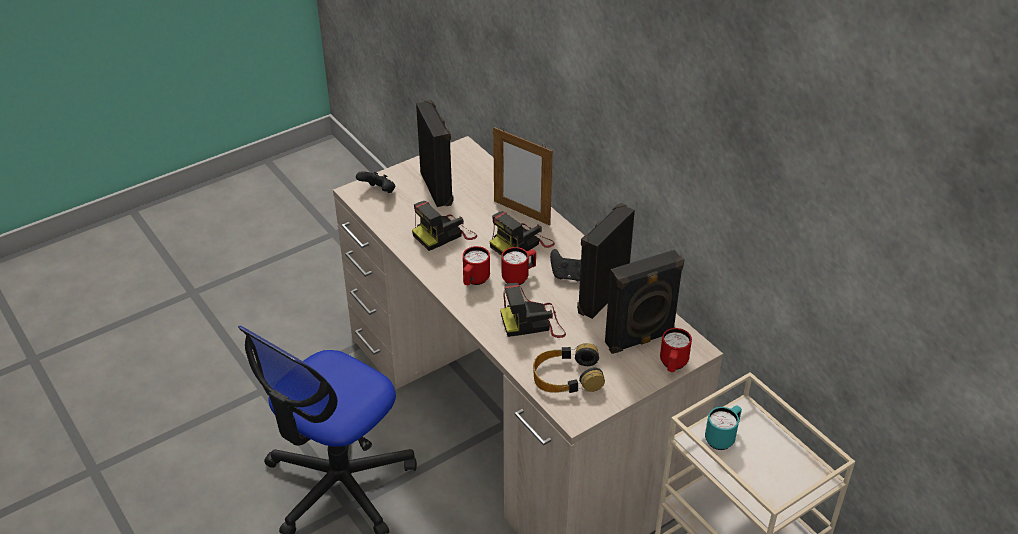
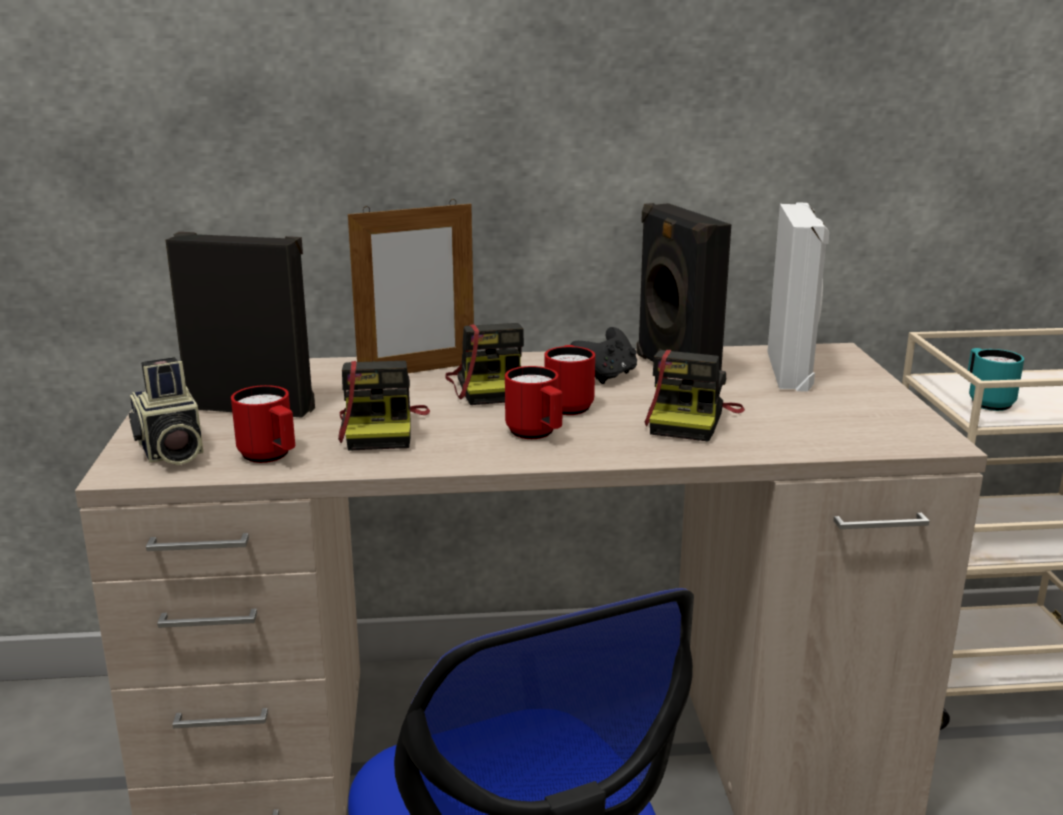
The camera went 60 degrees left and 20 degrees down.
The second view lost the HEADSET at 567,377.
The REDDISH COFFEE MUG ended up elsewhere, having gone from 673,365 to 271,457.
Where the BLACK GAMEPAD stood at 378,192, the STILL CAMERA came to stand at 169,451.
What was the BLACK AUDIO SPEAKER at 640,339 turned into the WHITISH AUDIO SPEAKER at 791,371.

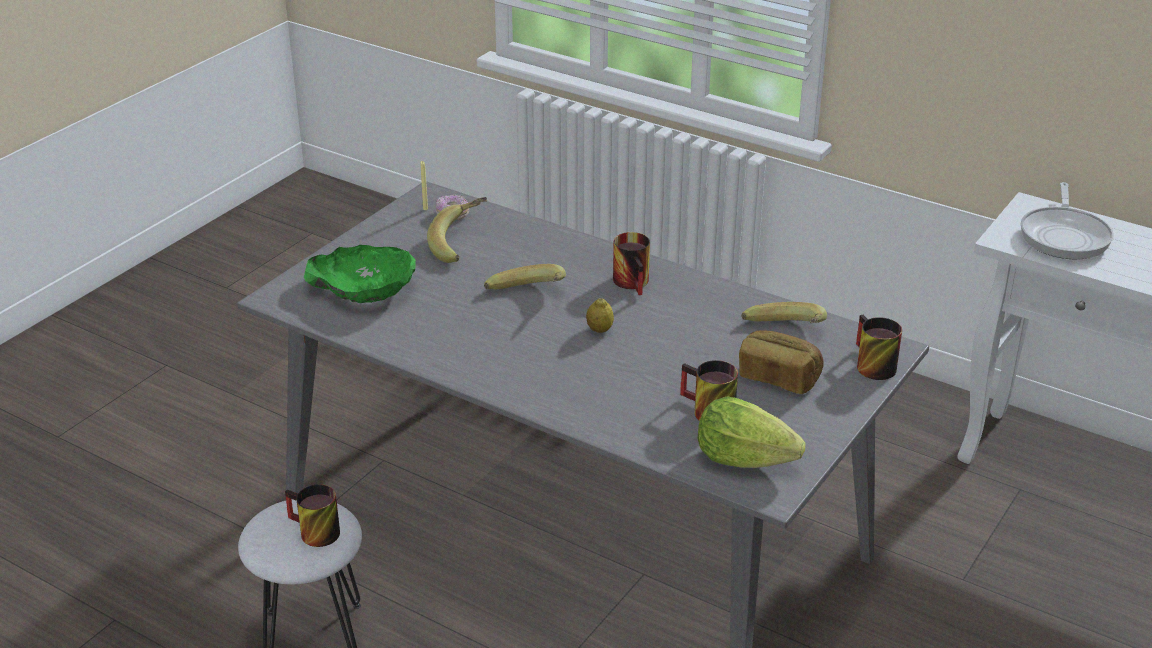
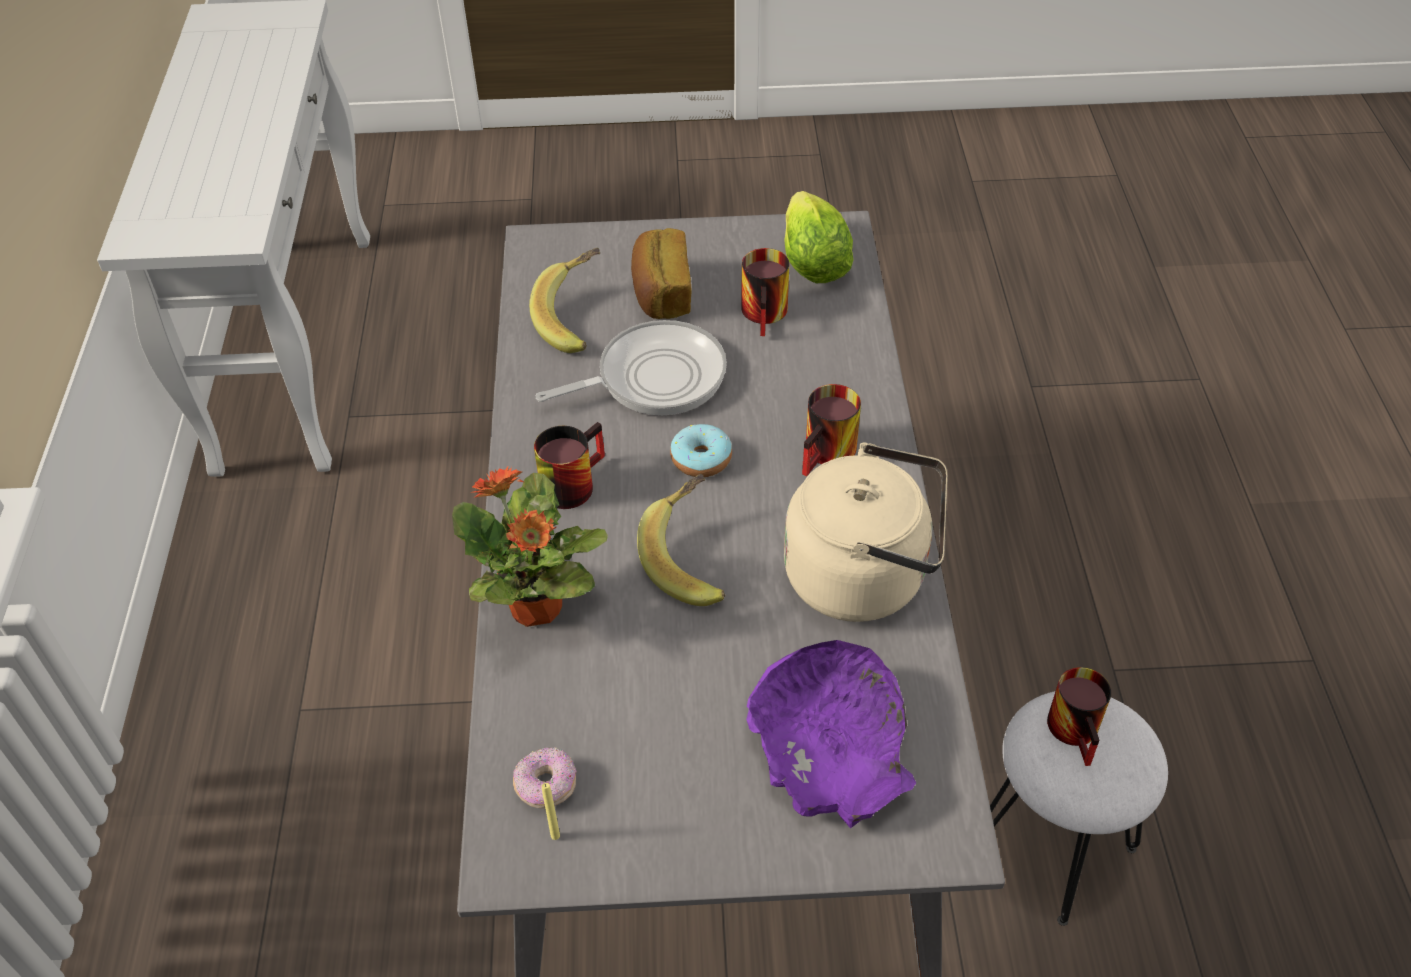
The camera went 125 degrees left and 15 degrees up.
The second view lost the WHOLE BANANA at 462,245.
The second view gained the POTTED PLANT at 536,609.
The second view gained the SAND-COLOURED TEA KETTLE at 864,576.
The COFFEE MUG ended up elsewhere, having gone from 869,365 to 830,455.
The SKILLET ended up elsewhere, having gone from 1065,236 to 653,378.
Where the LEMON stood at 599,330, the RING DOUGHNUT came to stand at 701,459.
What was the GREEN BOWL at 364,288 turned into the PURPLISH BOWL at 831,747.

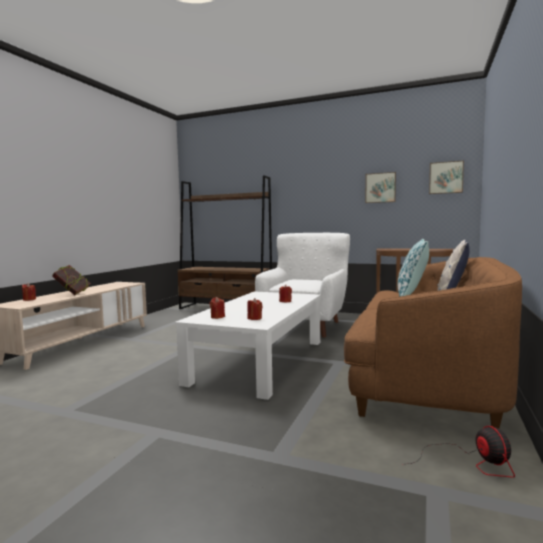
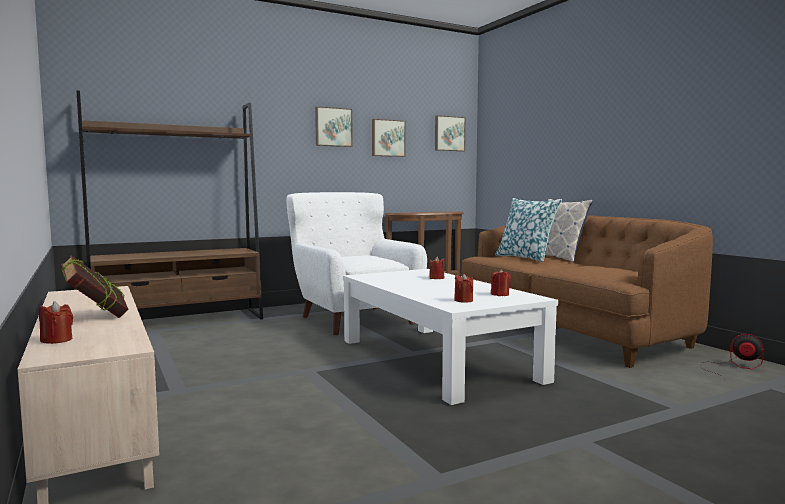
The camera went 50 degrees left and 0 degrees up.
The second view gained the WALL PICTURE at 333,127.

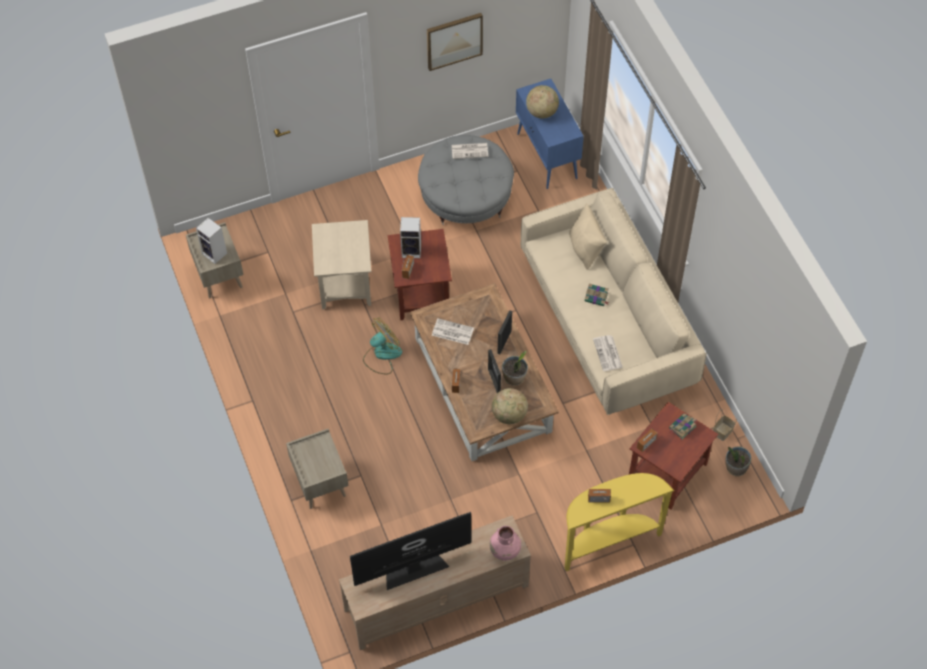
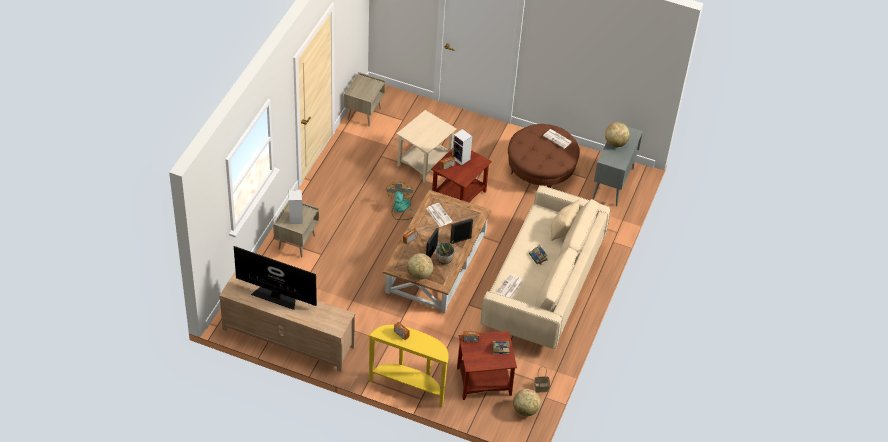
The camera went 40 degrees right and 10 degrees down.
The second view lost the WALL PICTURE at 454,40.
The second view lost the PINKISH FLOWER VASE at 505,550.
The AUDIO SPEAKER ended up elsewhere, having gone from 215,254 to 296,219.
Where the POTTED PLANT stood at 735,468, the DESK GLOBE came to stand at 525,410.
What was the GREY POUFFE at 466,197 turned into the BROWNISH POUFFE at 541,170.
What was the BLUISH CUPBOARD at 547,157 turned into the GREY CUPBOARD at 613,183.
The COOLING FAN at 382,355 ended up facing another way, 90 degrees counterclockwise from before.

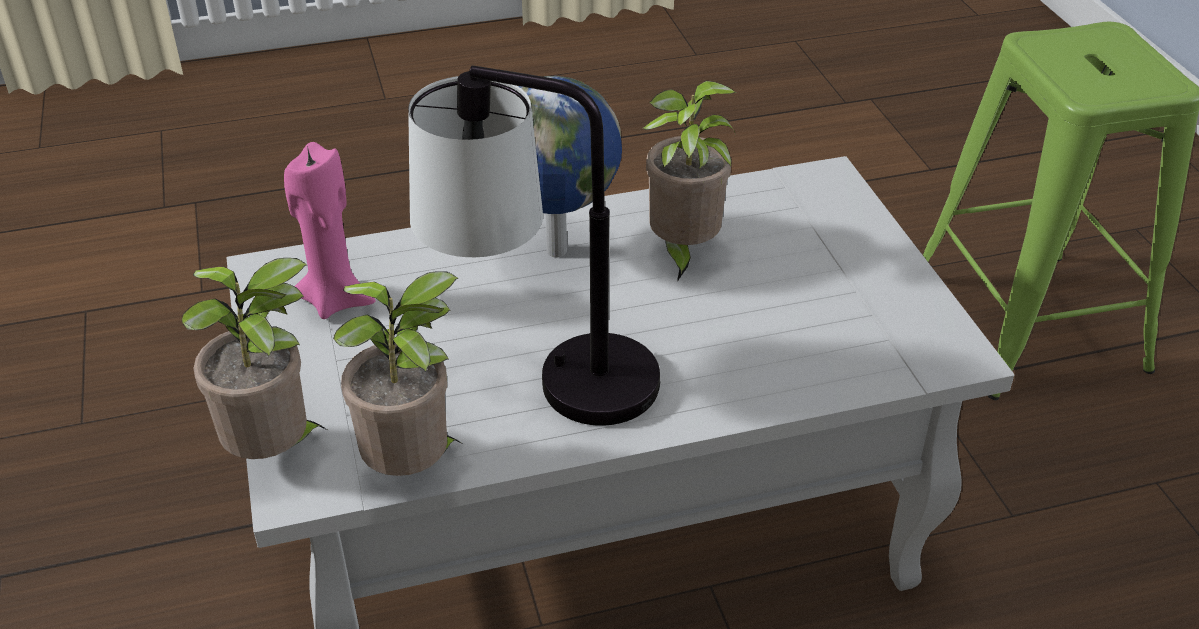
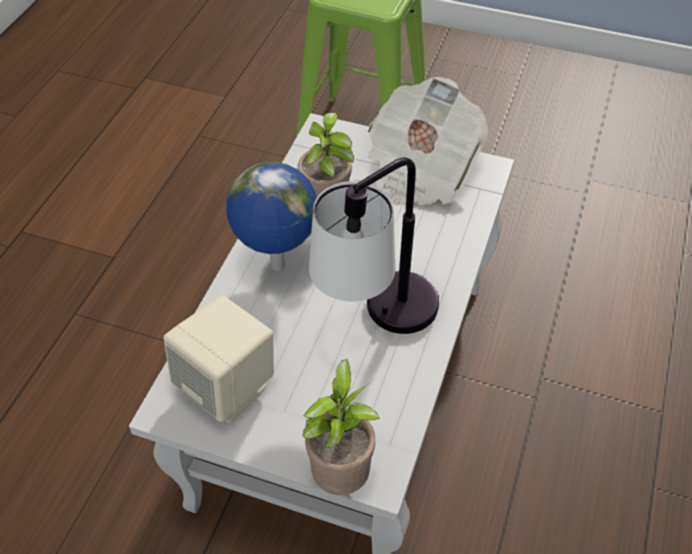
The camera went 55 degrees left and 10 degrees up.
The second view lost the POTTED PLANT at 414,468.
The second view gained the NEWSPAPER at 419,169.
Where the PINKISH CANDLE stood at 335,299, the SAND-COLOURED AUDIO SPEAKER came to stand at 228,387.

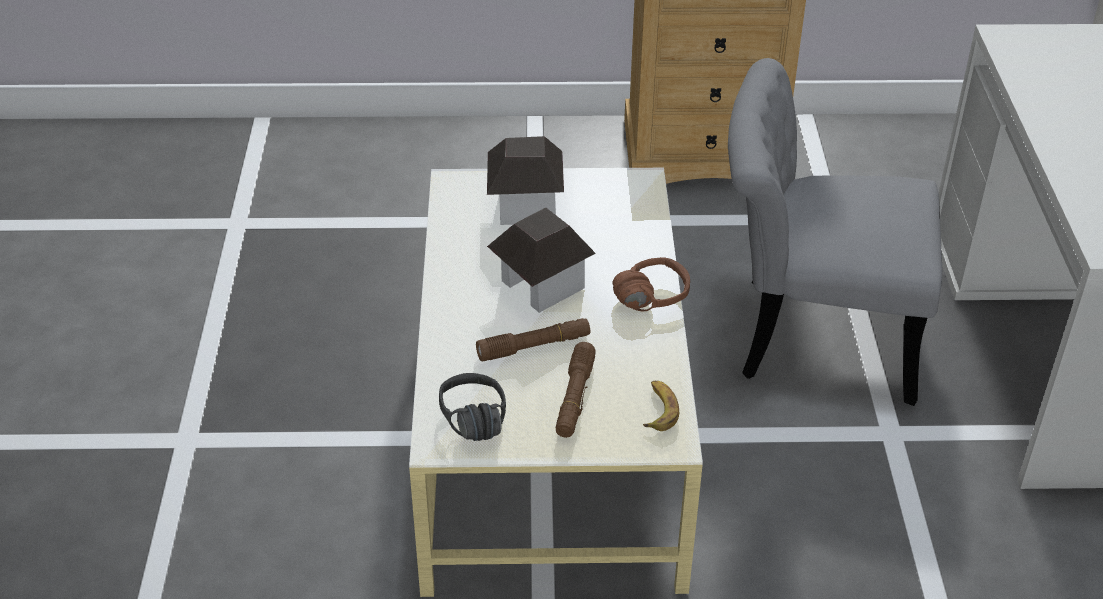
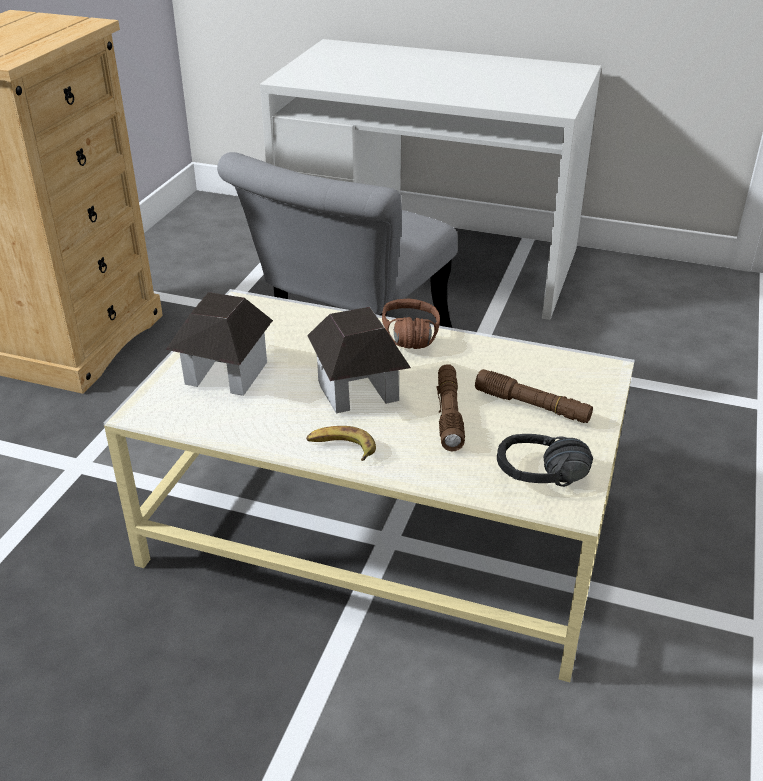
The camera went 70 degrees left and 5 degrees down.
The WHOLE BANANA ended up elsewhere, having gone from 659,409 to 341,448.

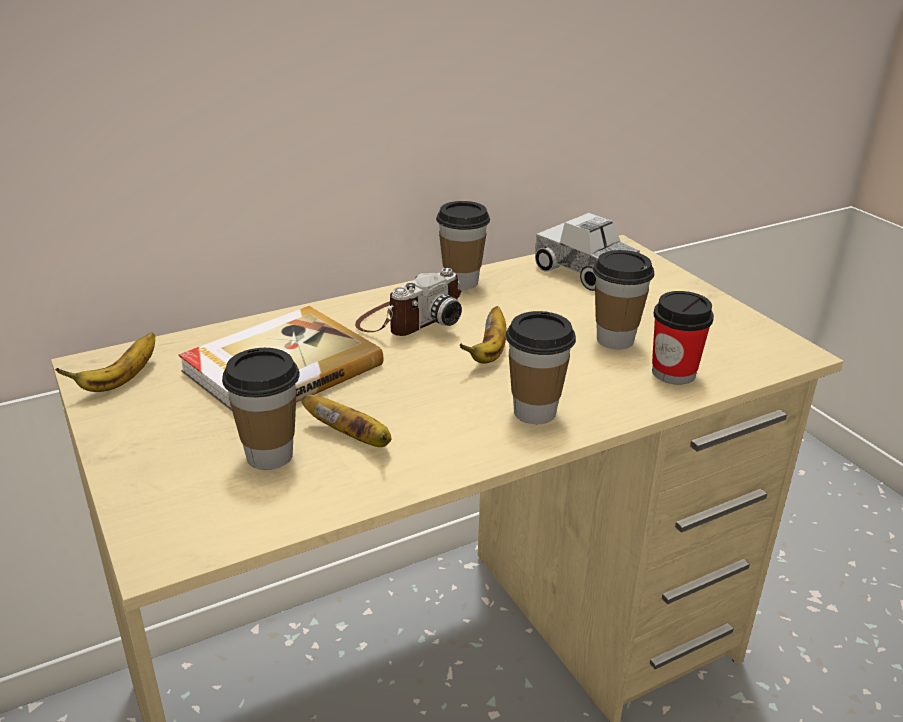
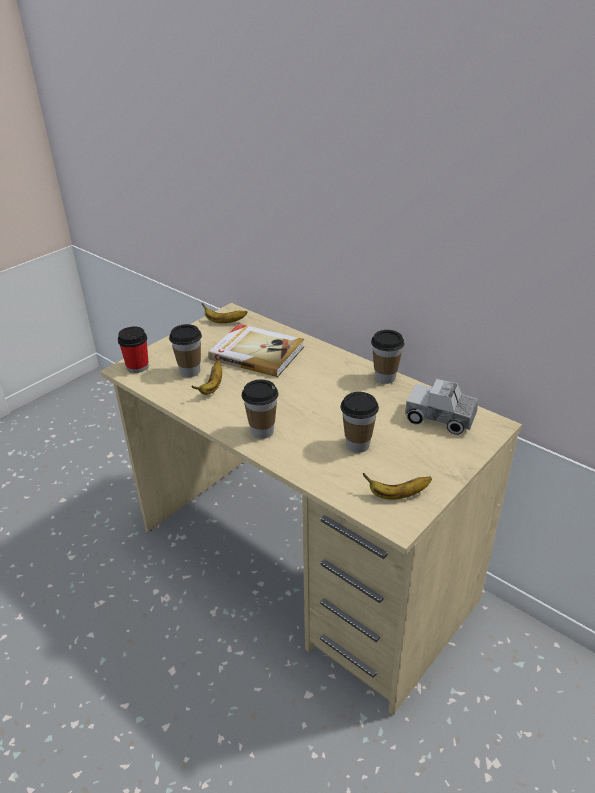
The camera went 70 degrees right and 5 degrees up.
The second view lost the STILL CAMERA at 410,319.
The WHOLE BANANA ended up elsewhere, having gone from 489,352 to 397,495.
The CUP ended up elsewhere, having gone from 673,372 to 137,367.
The TOY LORRY at 585,272 ended up facing another way, 90 degrees counterclockwise from before.

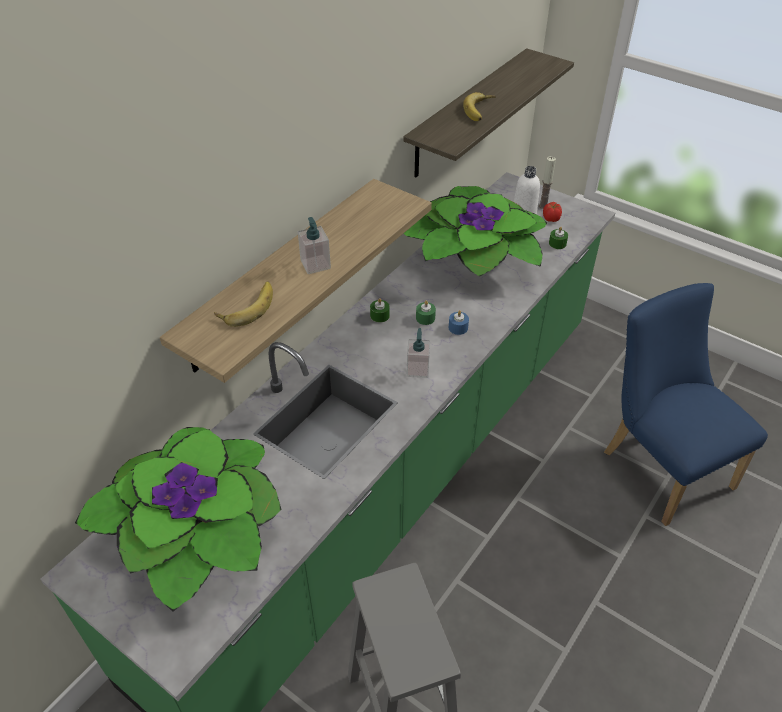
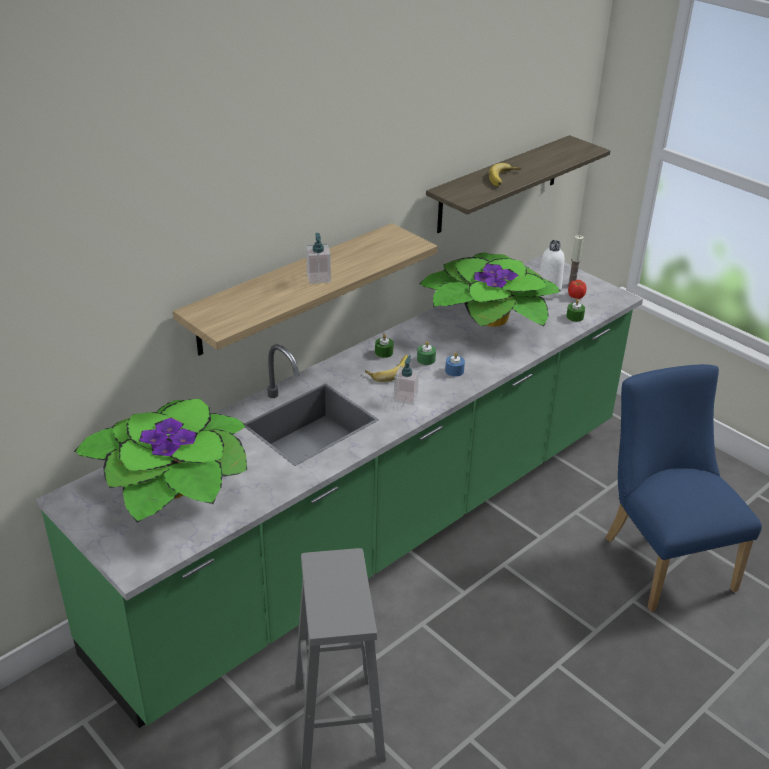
The camera went 10 degrees right and 10 degrees down.
The WHOLE BANANA ended up elsewhere, having gone from 247,306 to 389,370.

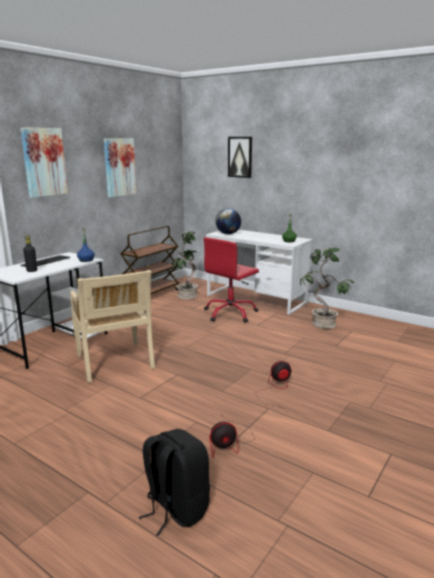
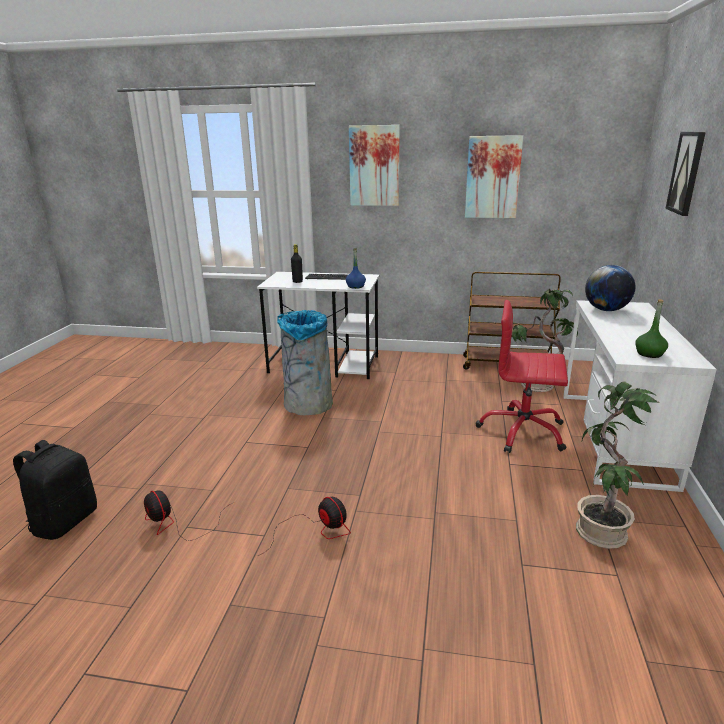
The camera went 65 degrees right and 5 degrees up.
Where the SAND-COLOURED UPRIGHT CHAIR stood at 115,362, the GREY WASTE BIN came to stand at 308,405.

